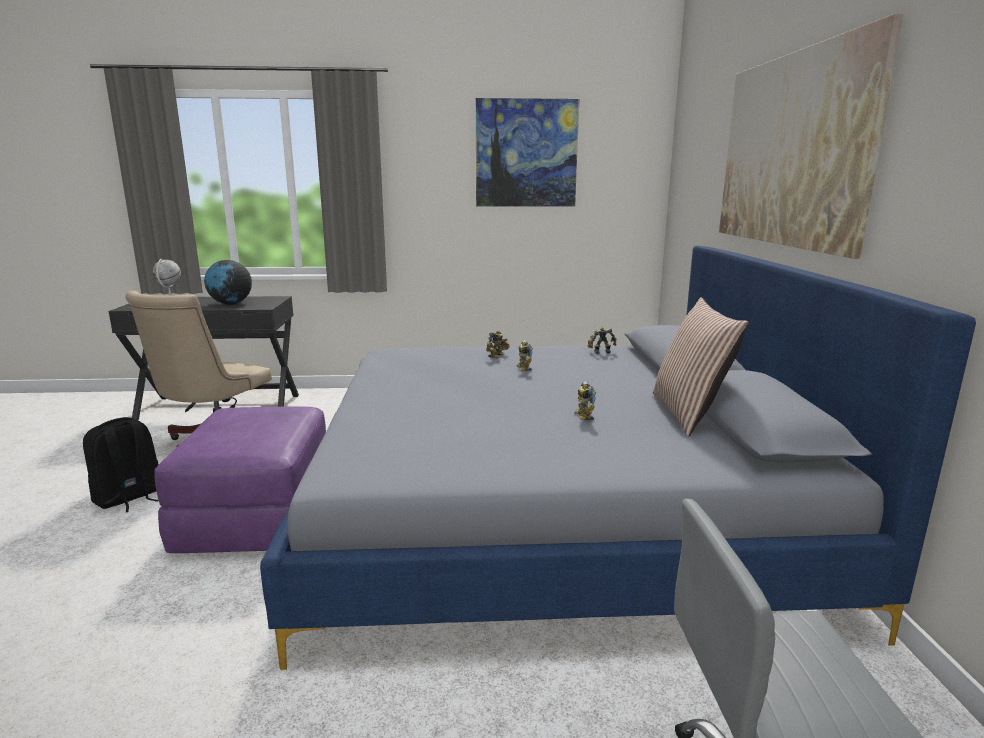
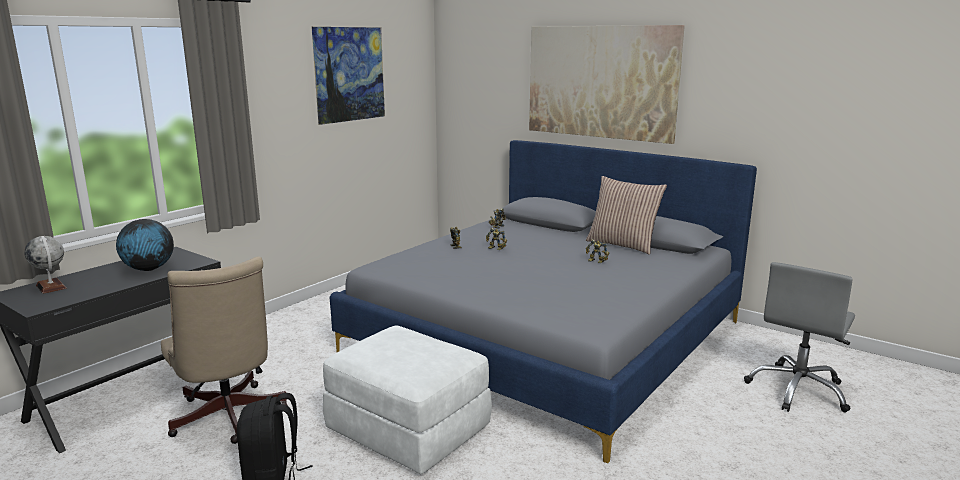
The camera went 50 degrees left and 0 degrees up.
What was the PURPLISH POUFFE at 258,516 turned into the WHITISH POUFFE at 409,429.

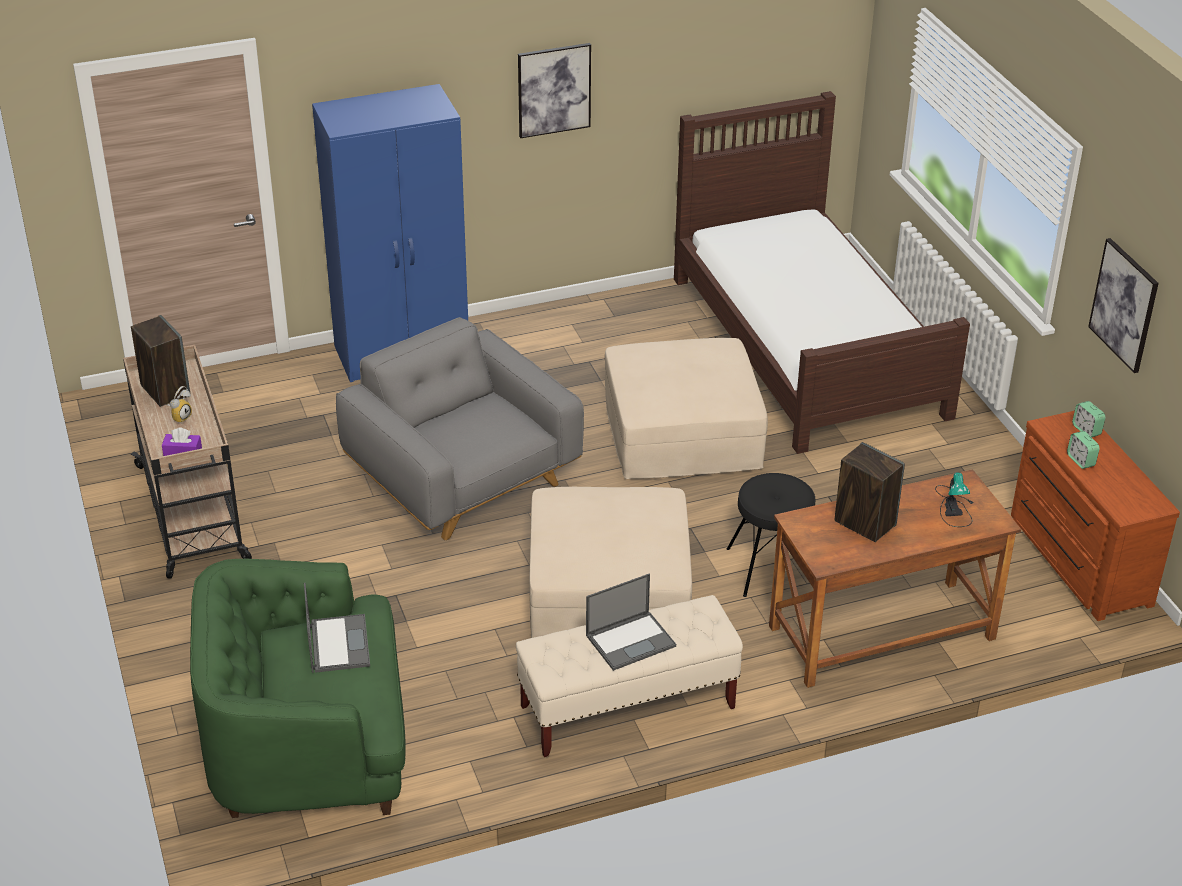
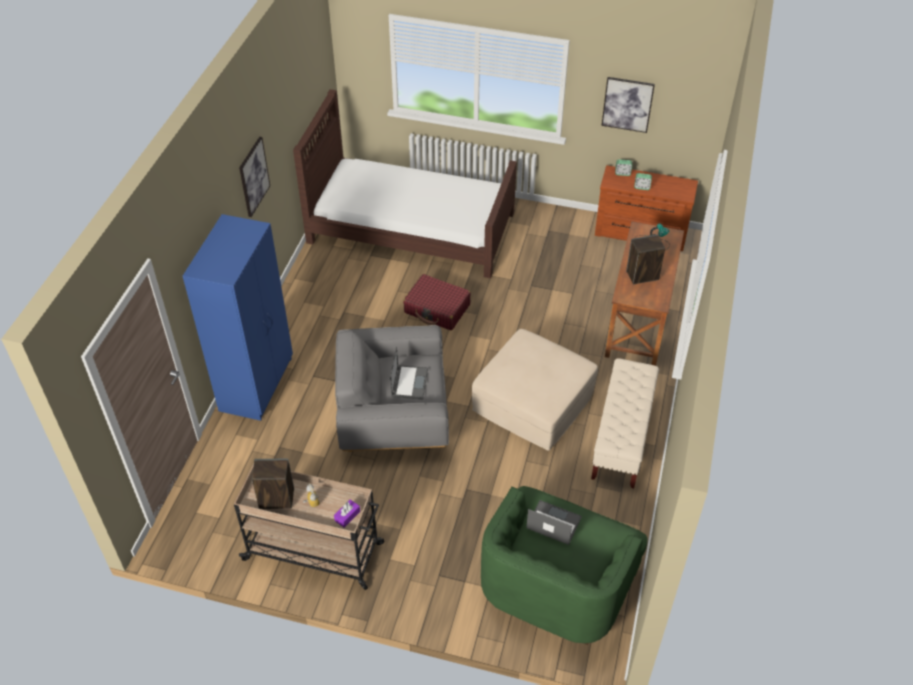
The camera went 55 degrees left and 10 degrees up.
The second view lost the BLACK STOOL SEAT at 770,568.
The PORTABLE COMPUTER ended up elsewhere, having gone from 631,640 to 409,382.
Where the SAND-COLOURED POUFFE stood at 683,433, the REDDISH SUITCASE came to stand at 437,309.

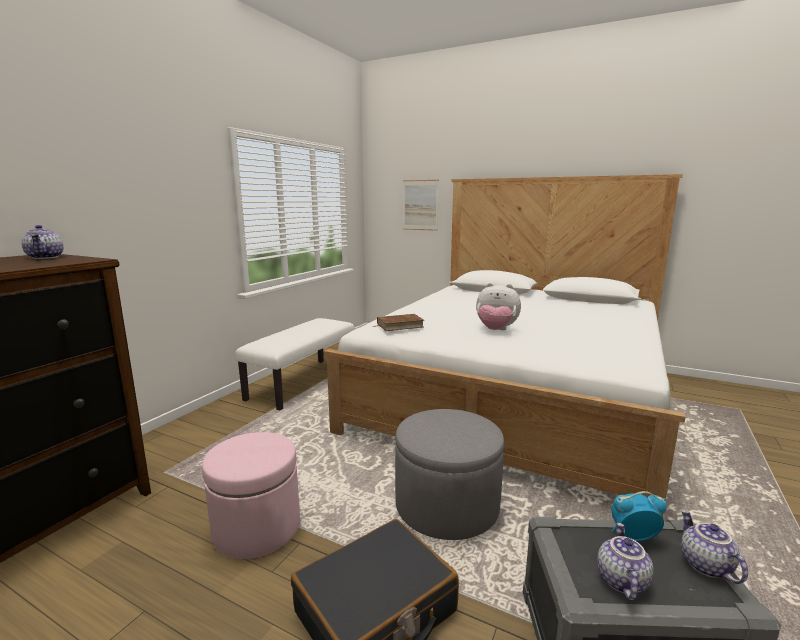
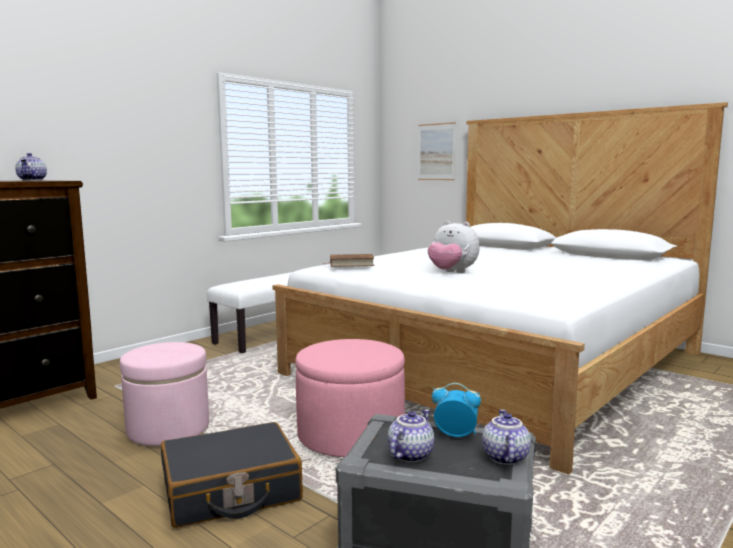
The camera went 15 degrees right and 5 degrees down.
What was the GREY POUFFE at 447,506 turned into the PINKISH POUFFE at 351,435.

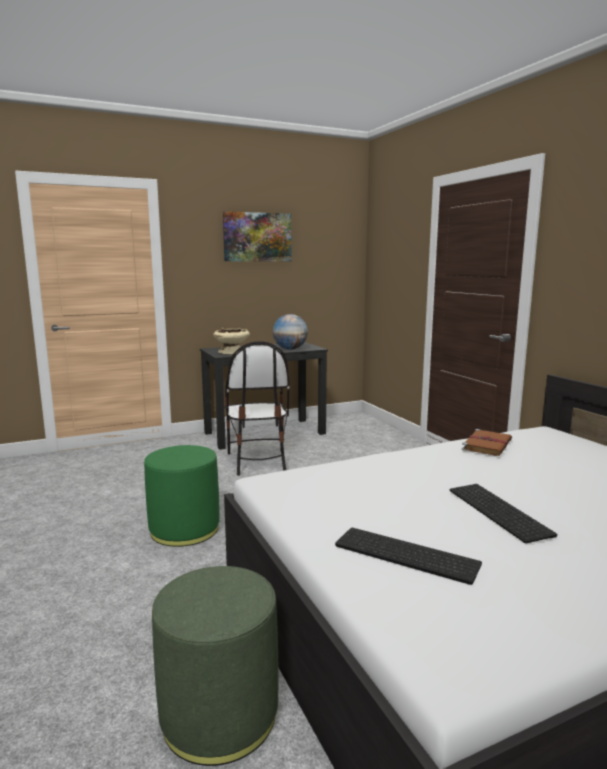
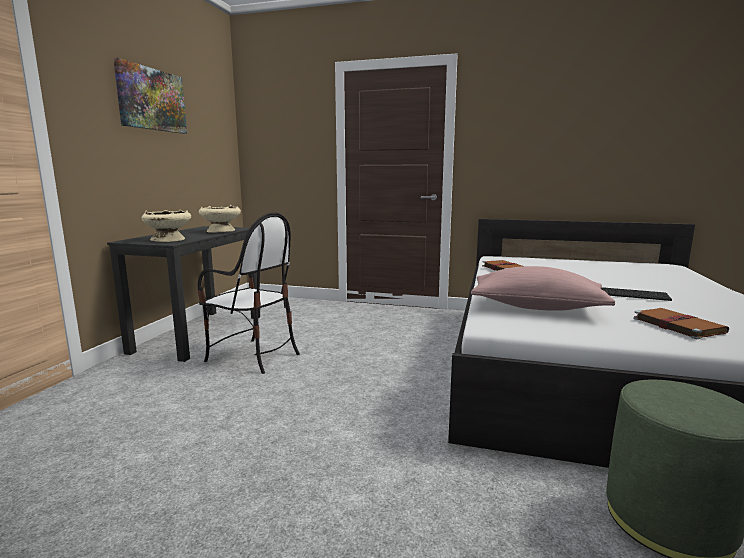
The camera went 50 degrees left and 0 degrees up.
The second view lost the GREEN POUFFE at 185,529.
The second view gained the PINKISH THROW PILLOW at 536,307.
Where the DESK GLOBE stood at 290,349, the SAND-COLOURED BOWL came to stand at 221,231.
Where the PC KEYBOARD stood at 403,555, the BROWNISH BOUND BOOK came to stand at 676,325.

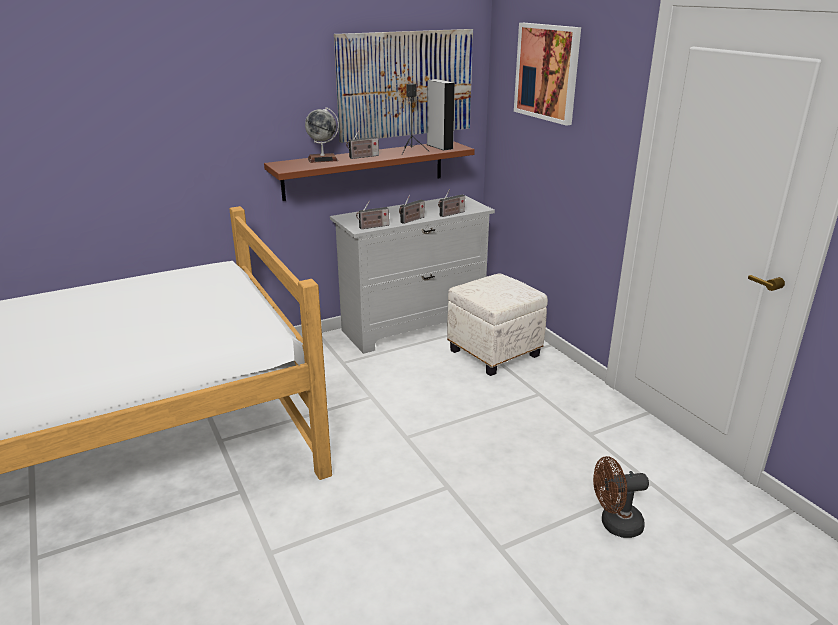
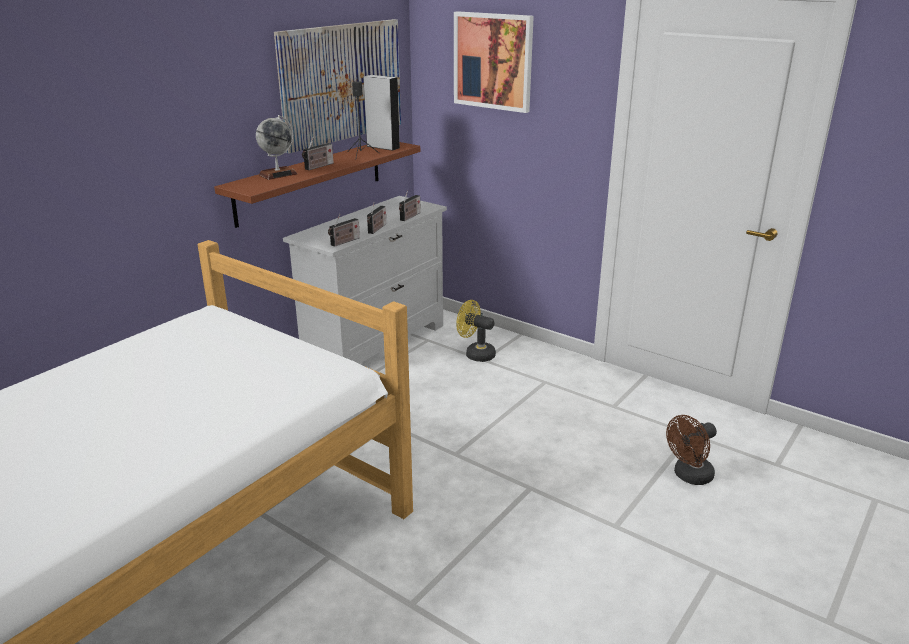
The camera went 25 degrees left and 0 degrees up.
Where the WHITISH POUFFE stood at 494,353, the YELLOW-COLOURED COOLING FAN came to stand at 475,354.

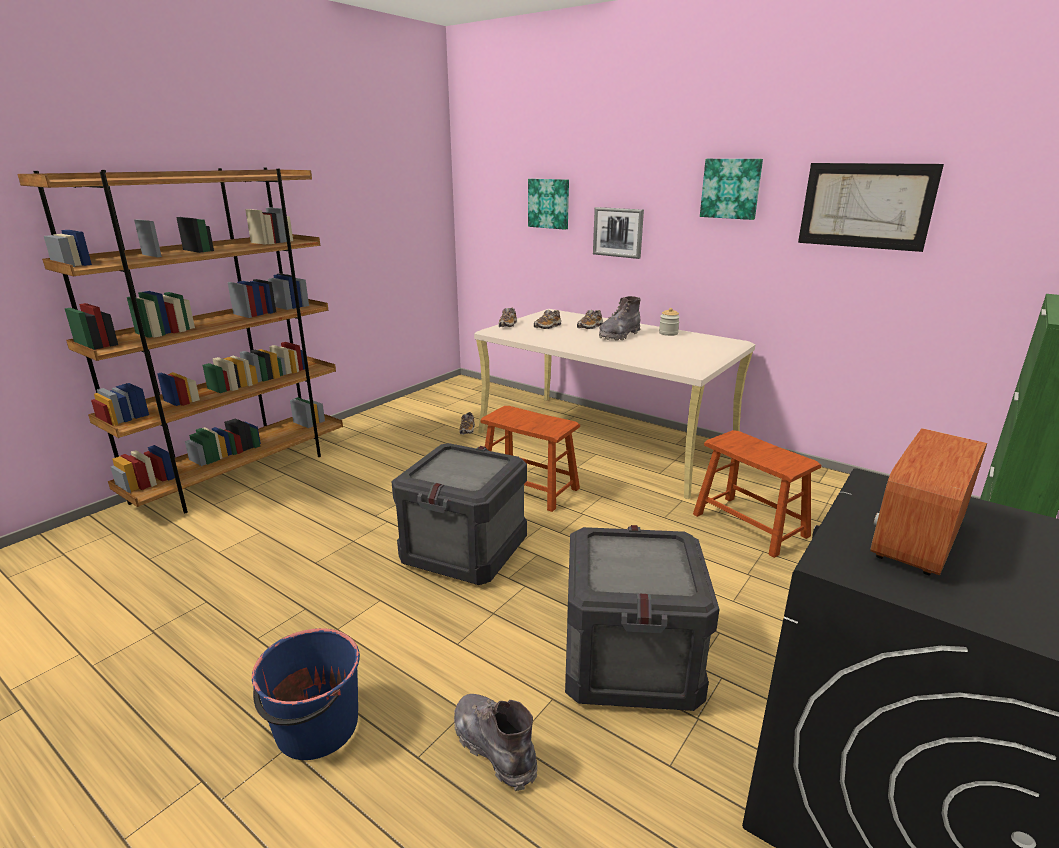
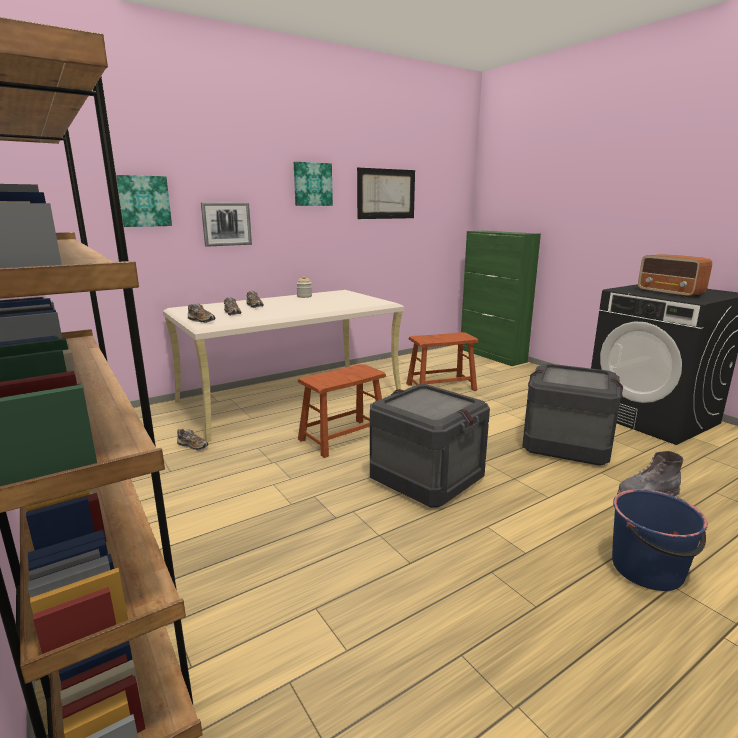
The camera went 70 degrees left and 5 degrees down.
The second view lost the GREY BOOT at 619,335.

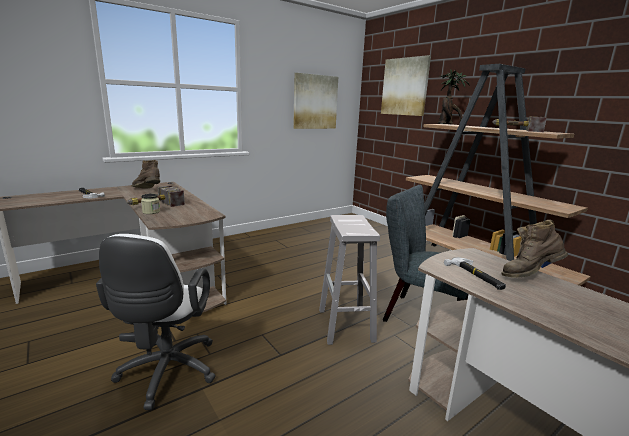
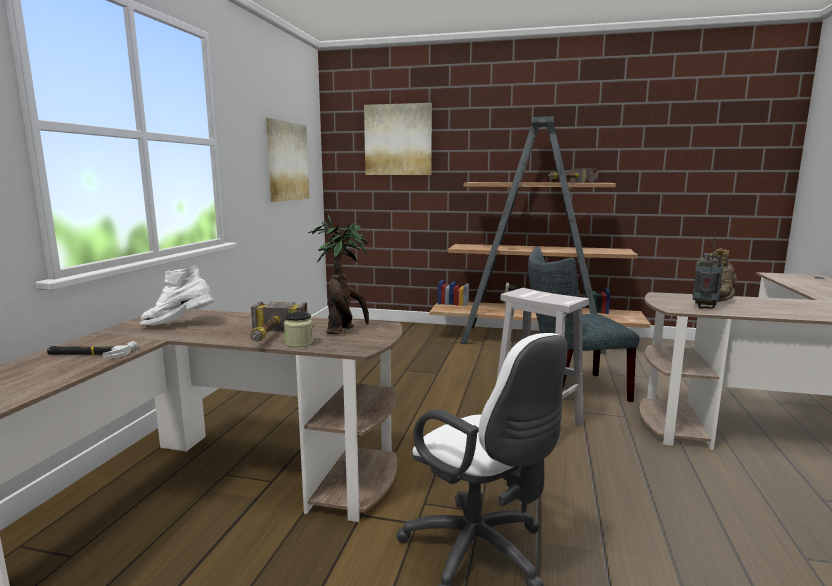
The camera went 40 degrees left and 5 degrees down.
The POTTED PLANT ended up elsewhere, having gone from 447,124 to 344,330.
Where the HAMMER stood at 475,275, the RADIO SET came to stand at 704,307.
What was the BROWNISH BOOT at 148,190 turned into the WHITISH BOOT at 179,325.

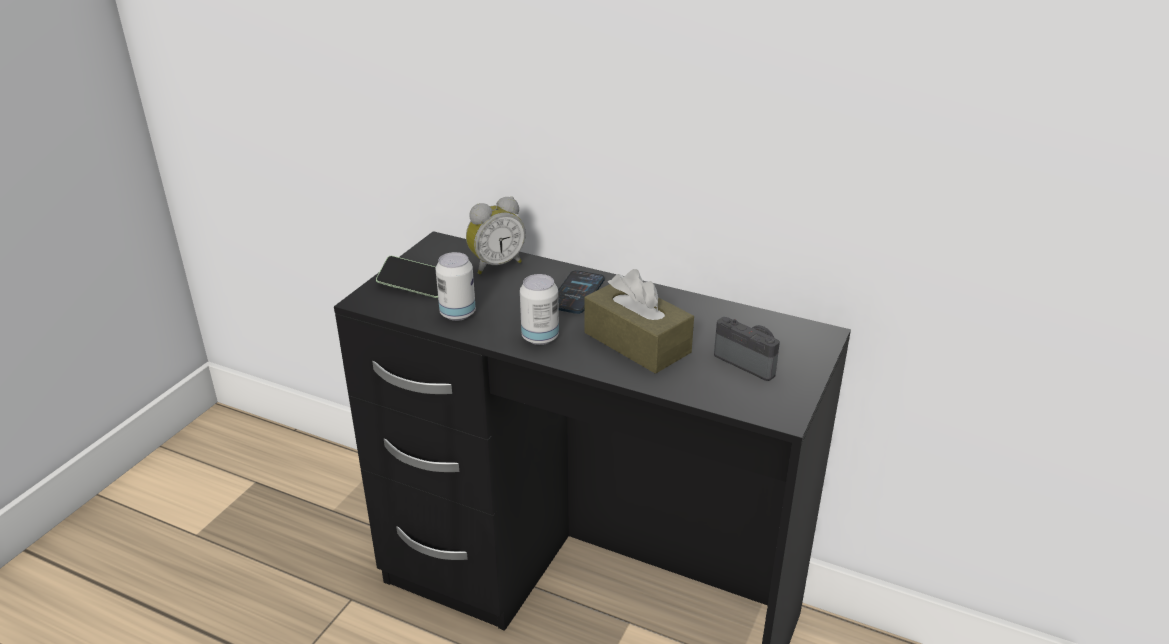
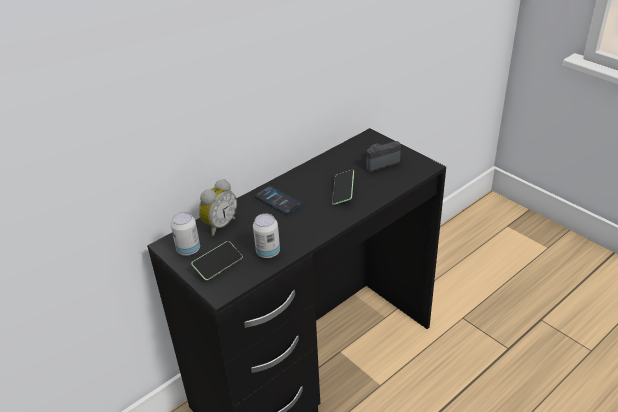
The camera went 65 degrees left and 5 degrees up.
The SEALED CAN ended up elsewhere, having gone from 540,337 to 188,250.
Where the BROWNISH TISSUE BOX stood at 637,342, the TELEPHONE came to stand at 343,192.
The TABLE CLOCK at 495,264 ended up facing another way, 45 degrees clockwise from before.

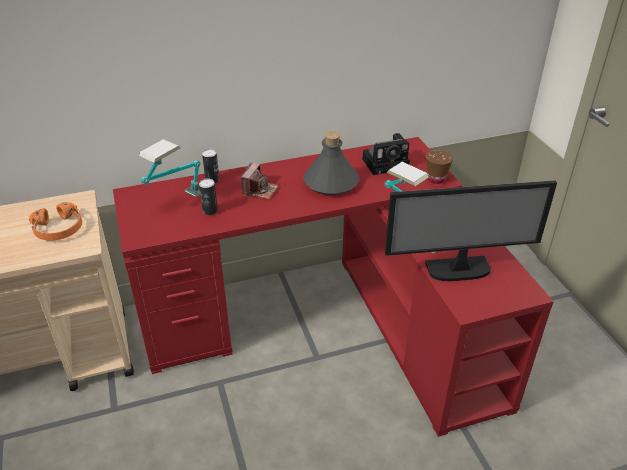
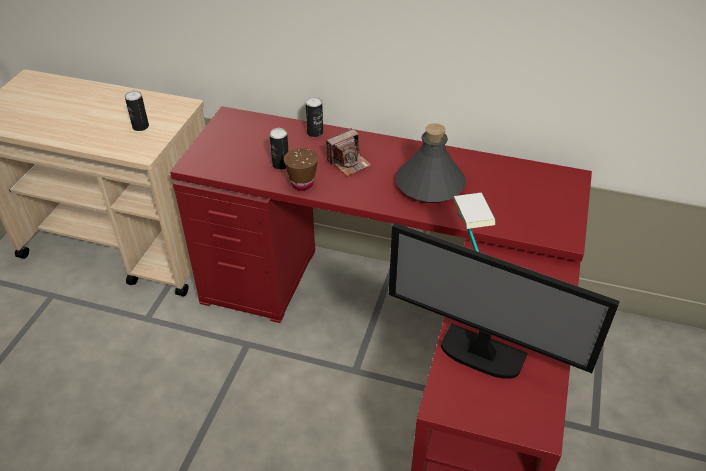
The camera went 35 degrees right and 5 degrees up.
The second view lost the TABLE LAMP at 177,203.
The second view lost the STILL CAMERA at 387,163.
The BROWNISH CUP ended up elsewhere, having gone from 436,179 to 302,184.
Where the ORANGEY HEADSET stood at 58,229, the SEALED CAN came to stand at 140,126.

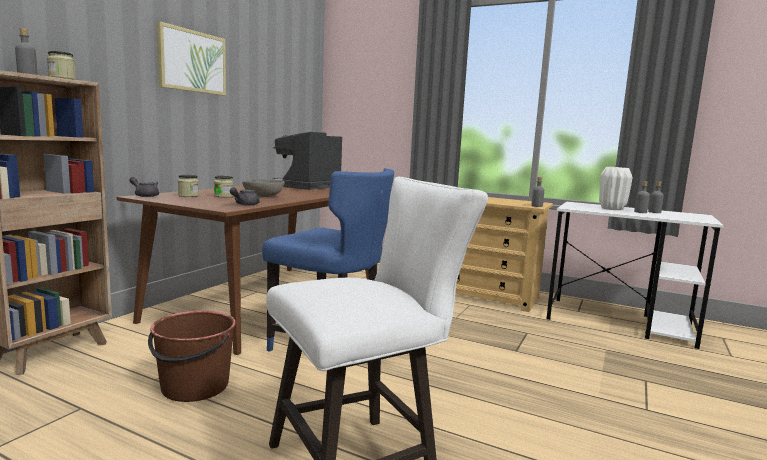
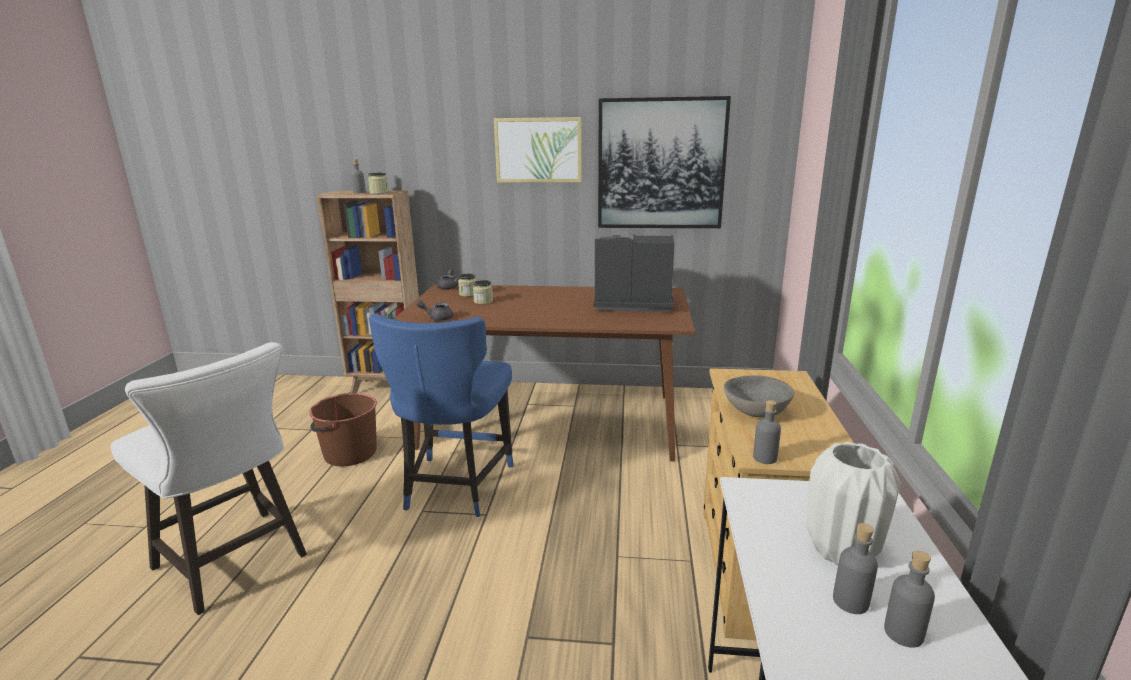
The camera went 70 degrees right and 10 degrees up.
The second view gained the WALL PICTURE at 661,164.
The GREY BOWL ended up elsewhere, having gone from 263,196 to 755,411.

